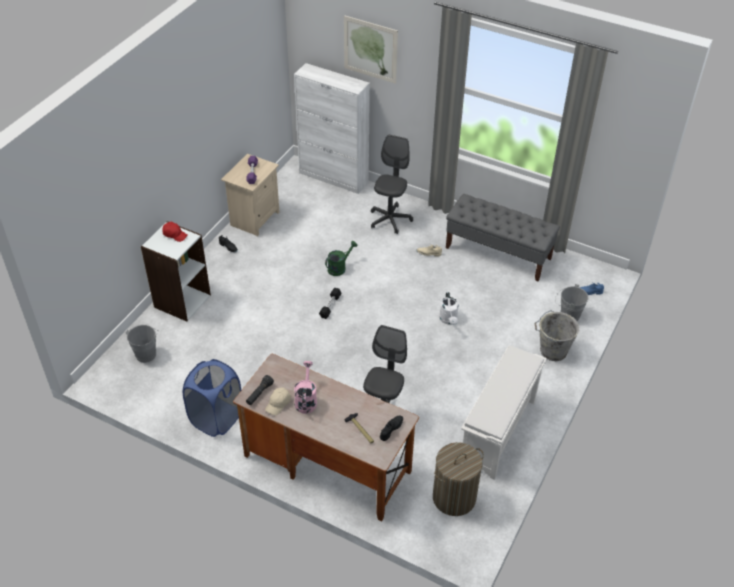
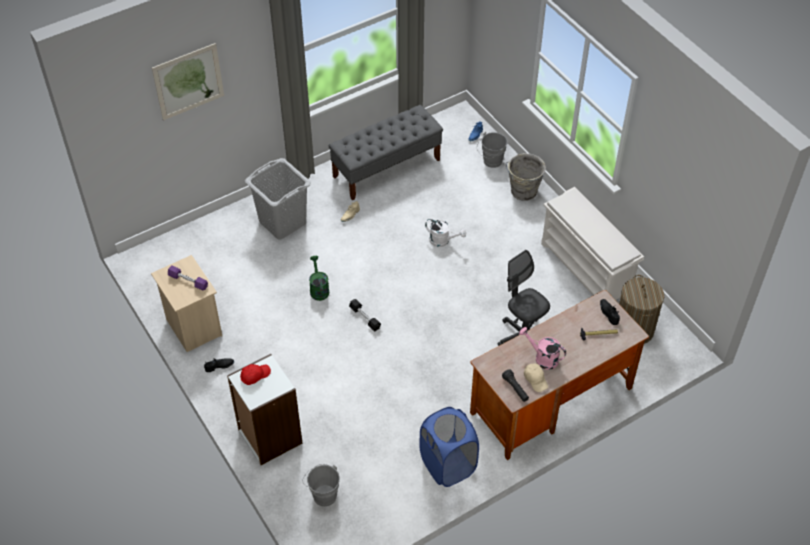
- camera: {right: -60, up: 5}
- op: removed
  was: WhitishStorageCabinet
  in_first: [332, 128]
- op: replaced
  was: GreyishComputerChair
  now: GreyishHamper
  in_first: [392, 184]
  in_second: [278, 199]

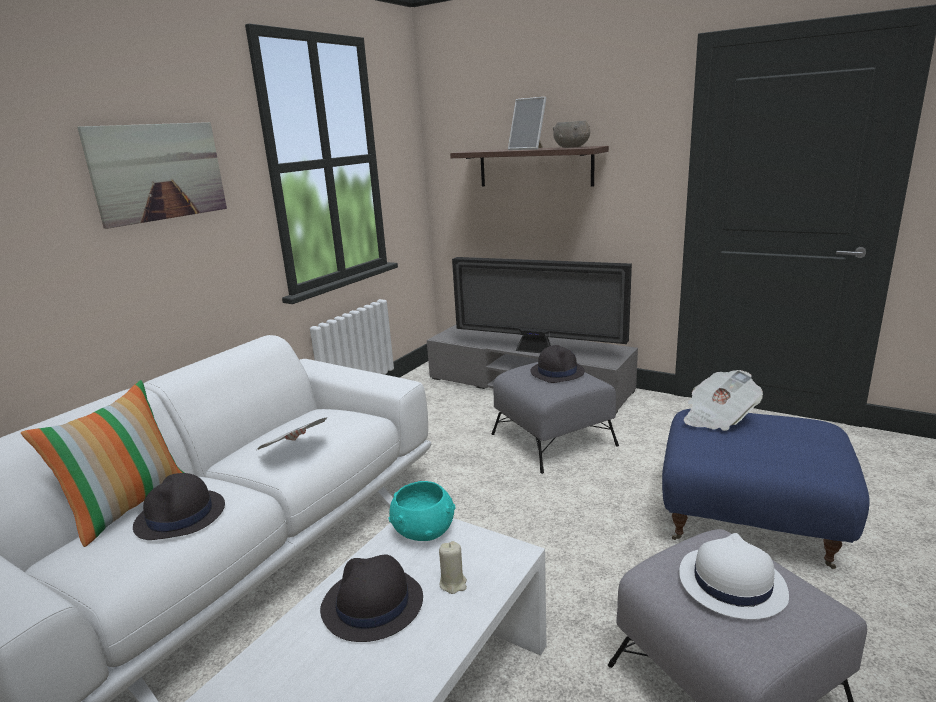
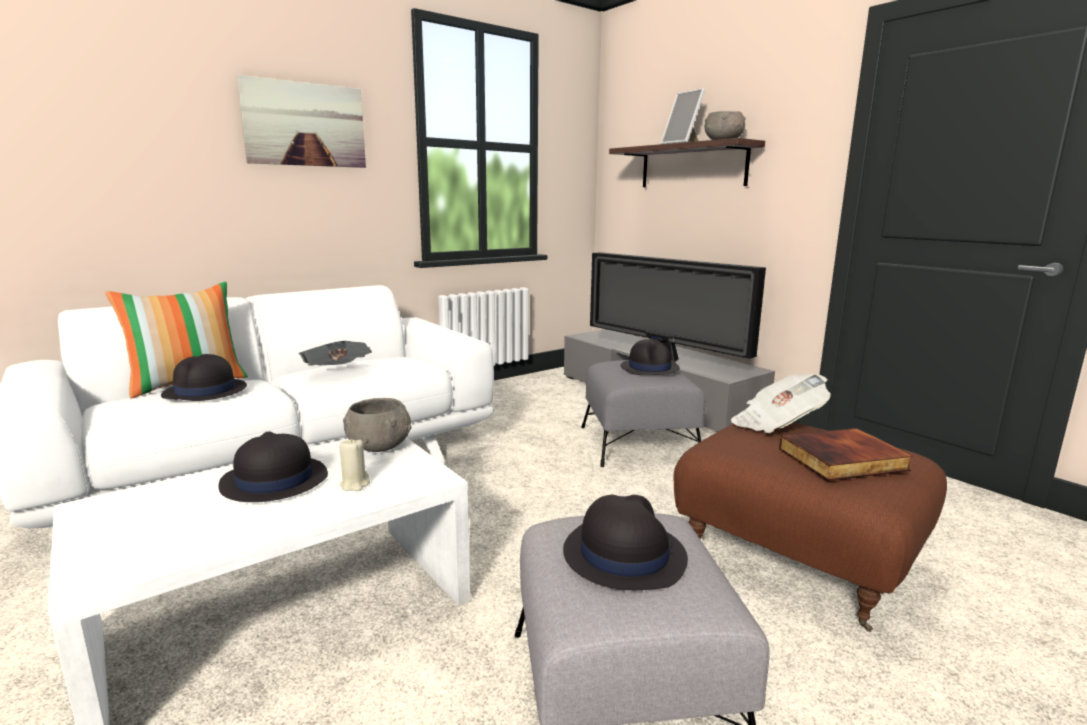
- camera: {right: 20, up: -5}
- op: recoloured
  was: BlueGreenServingBowl
  now: GreyishServingBowl
  in_first: [421, 511]
  in_second: [377, 425]
- op: recoloured
  was: BluishFootrest
  now: BrownishFootrest
  in_first: [766, 489]
  in_second: [810, 527]
- op: recoloured
  was: WhitishClothingHat
  now: BlackishClothingHat
  in_first: [734, 576]
  in_second: [625, 542]
- op: added
  now: BoundBook
  in_second: [846, 454]

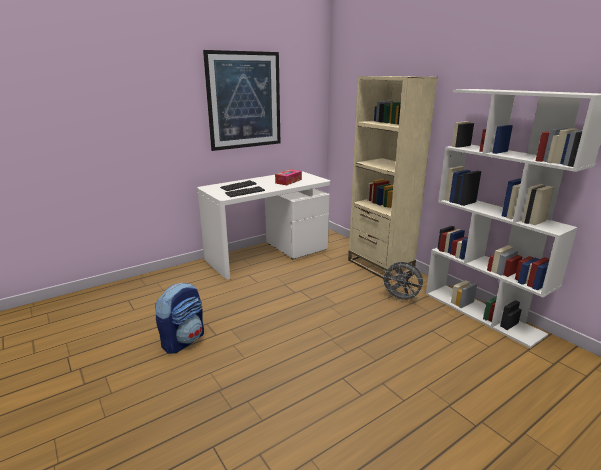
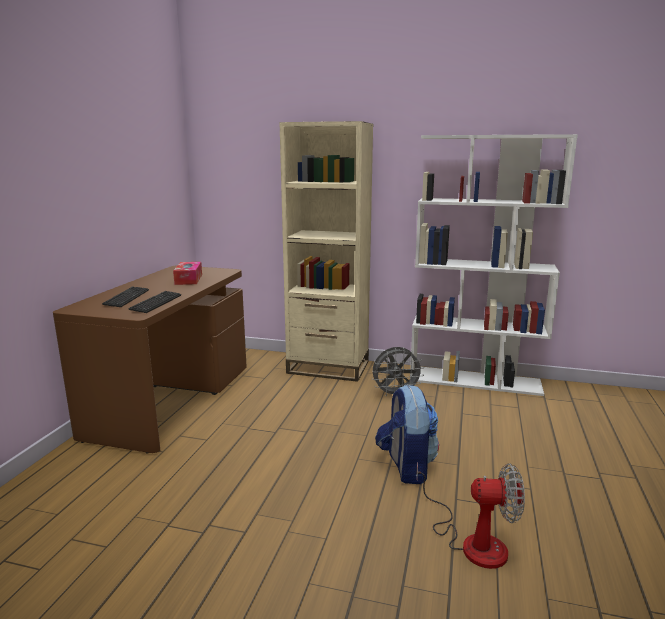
- camera: {right: -40, up: -5}
- op: moved
  was: Knapsack
  in_first: [179, 318]
  in_second: [407, 434]
- op: recoloured
  was: WhitishDeskTable
  now: BrownishDeskTable
  in_first: [263, 225]
  in_second: [150, 360]
- op: removed
  was: WallArt
  in_first: [241, 100]
- op: added
  now: Fan
  in_second: [470, 515]

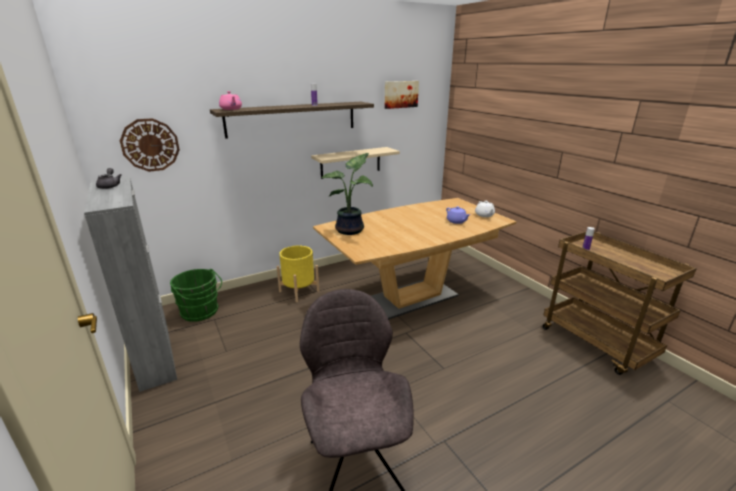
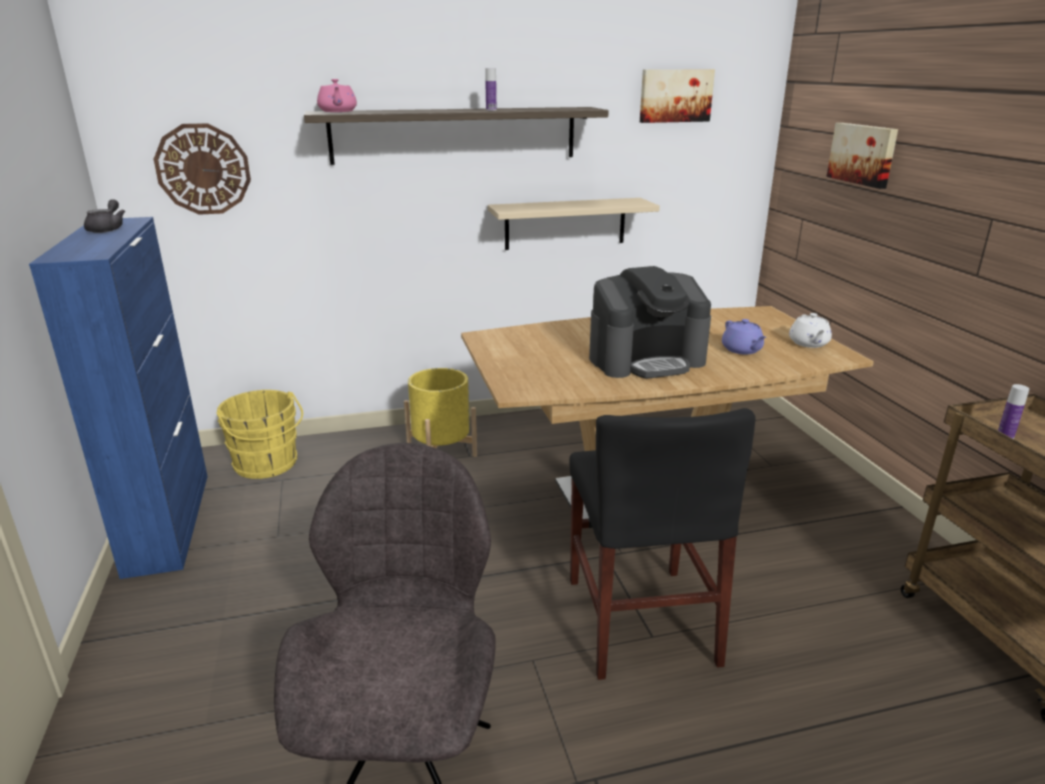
- camera: {right: 15, up: 0}
- op: recoloured
  was: GreyishStorageCabinet
  now: BluishStorageCabinet
  in_first: [130, 284]
  in_second: [118, 398]
- op: recoloured
  was: GreenishPail
  now: YellowPail
  in_first: [196, 295]
  in_second: [260, 434]
- op: removed
  was: PlantInAPot
  in_first: [347, 194]
- op: added
  now: BlackishChair
  in_second: [662, 544]
- op: added
  now: CoffeeMaker
  in_second: [650, 322]
- op: added
  now: WallArt
  in_second: [862, 156]

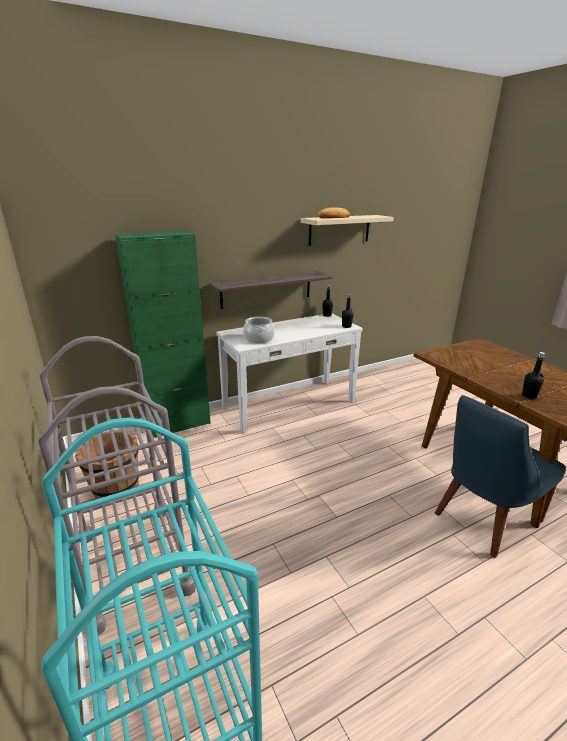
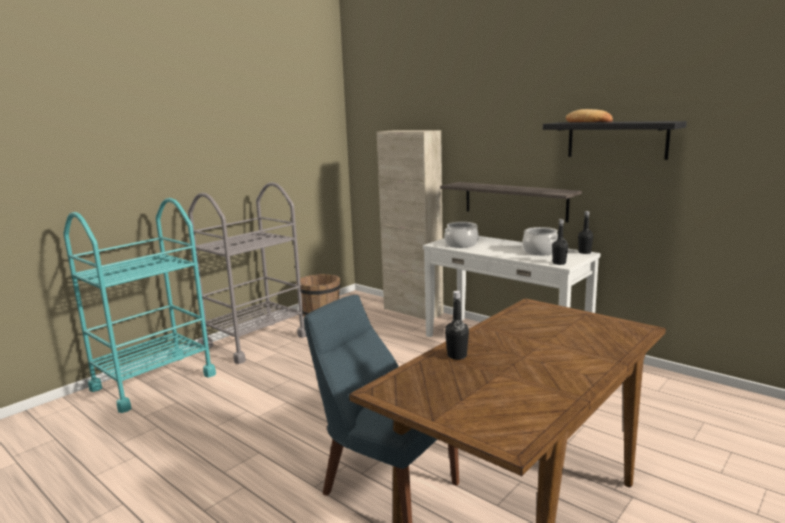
- camera: {right: 70, up: -10}
- op: recoloured
  was: GreenishStorageCabinet
  now: BeigeColouredStorageCabinet
  in_first: [163, 334]
  in_second: [410, 225]
- op: recoloured
  was: BeigeColouredBracketShelf
  now: BlackishBracketShelf
  in_first: [347, 230]
  in_second: [615, 140]
- op: added
  now: Saucepot
  in_second: [540, 241]

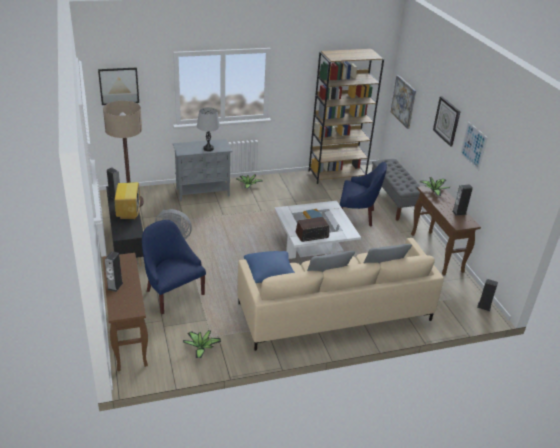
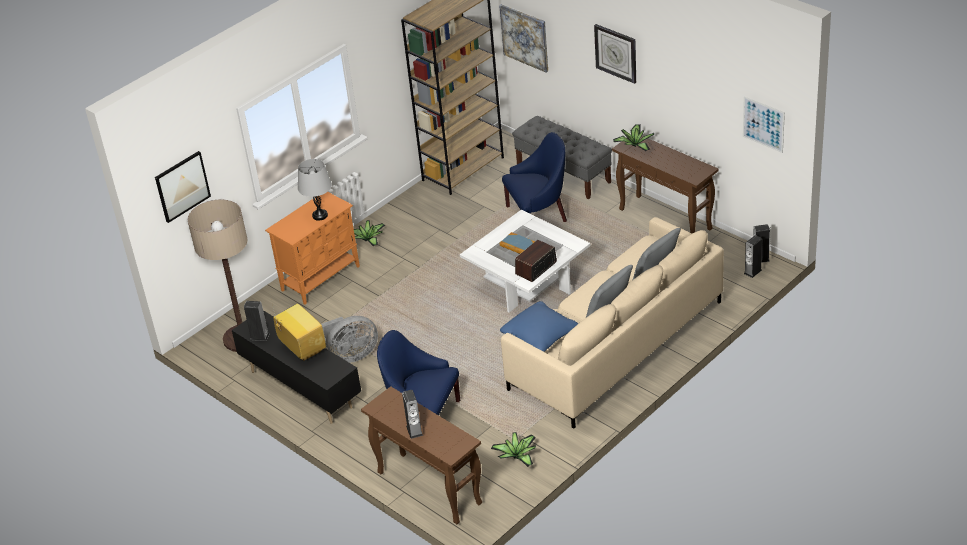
- camera: {right: -25, up: 5}
- op: recoloured
  was: GreyishStorageCabinet
  now: OrangeyStorageCabinet
  in_first: [202, 170]
  in_second: [312, 248]
- op: moved
  was: Loudspeaker
  in_first: [462, 200]
  in_second: [753, 256]
- op: moved
  was: WallArt
  in_first: [474, 146]
  in_second: [764, 125]

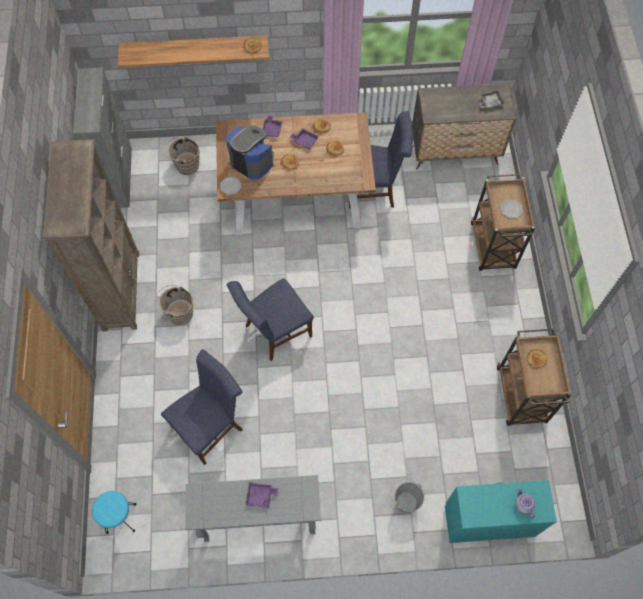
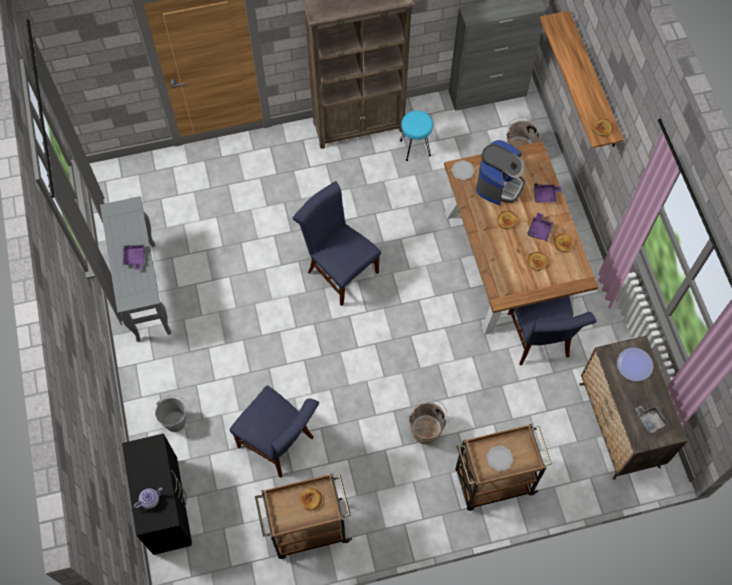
- camera: {right: 80, up: 0}
- op: moved
  was: BlueGreenSittingStool
  in_first: [114, 512]
  in_second: [416, 135]
- op: moved
  was: BrownishPail
  in_first: [175, 305]
  in_second: [428, 421]
- op: moved
  was: BluishChair
  in_first: [202, 407]
  in_second: [274, 431]
- op: recoloured
  was: BlueGreenDresser
  now: BlackishDresser
  in_first: [501, 511]
  in_second: [157, 494]
- op: added
  now: FlatDish
  in_second: [635, 364]

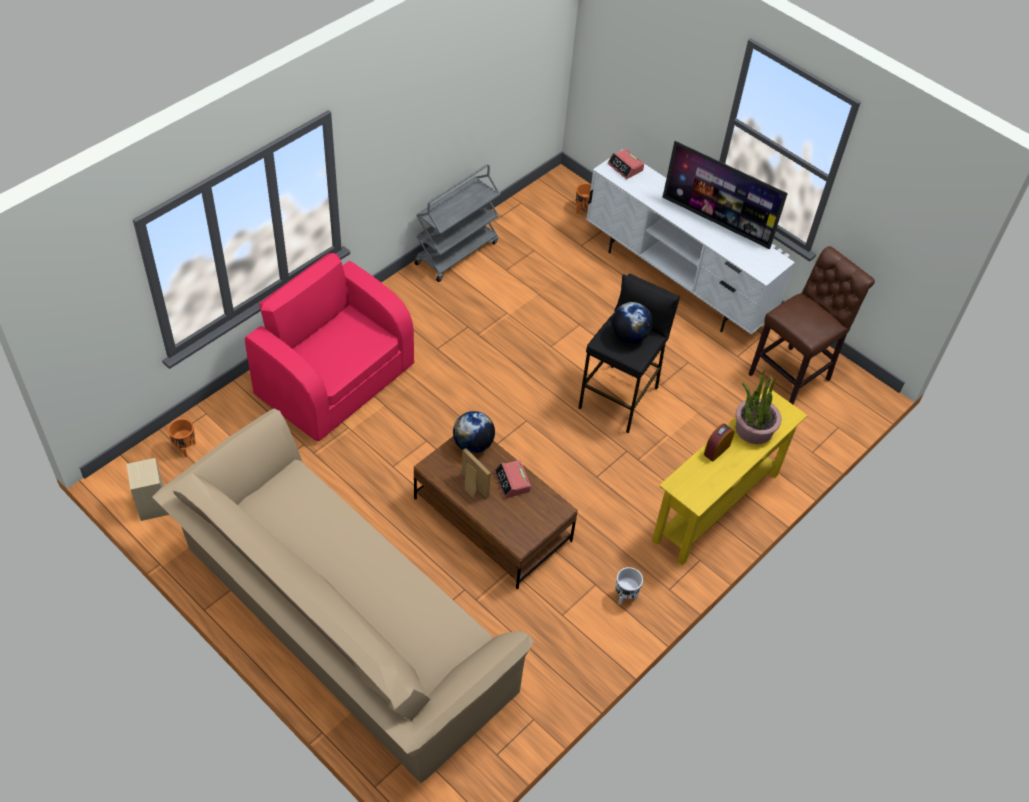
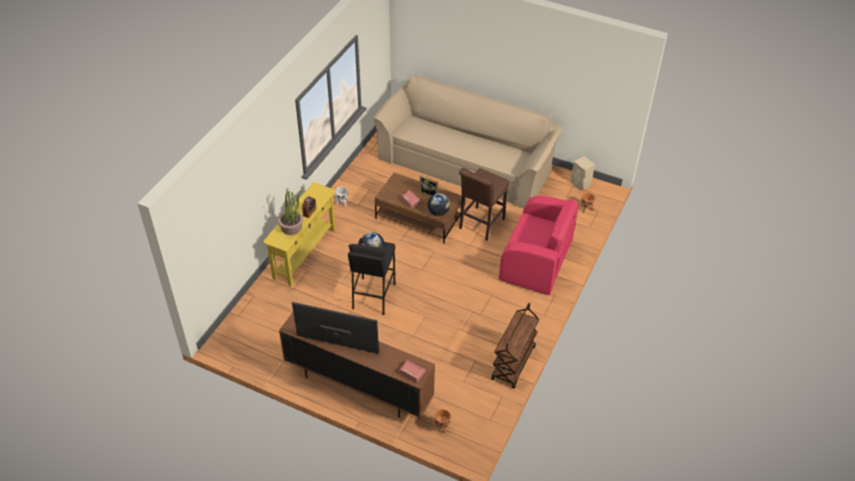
- camera: {right: 165, up: -5}
- op: recoloured
  was: GreyishCart
  now: BrownishCart
  in_first: [457, 223]
  in_second: [515, 345]
- op: recoloured
  was: WhitishMediaConsole
  now: BrownishMediaConsole
  in_first: [690, 242]
  in_second: [357, 365]
- op: moved
  was: BrownishSittingStool
  in_first: [811, 325]
  in_second: [484, 204]

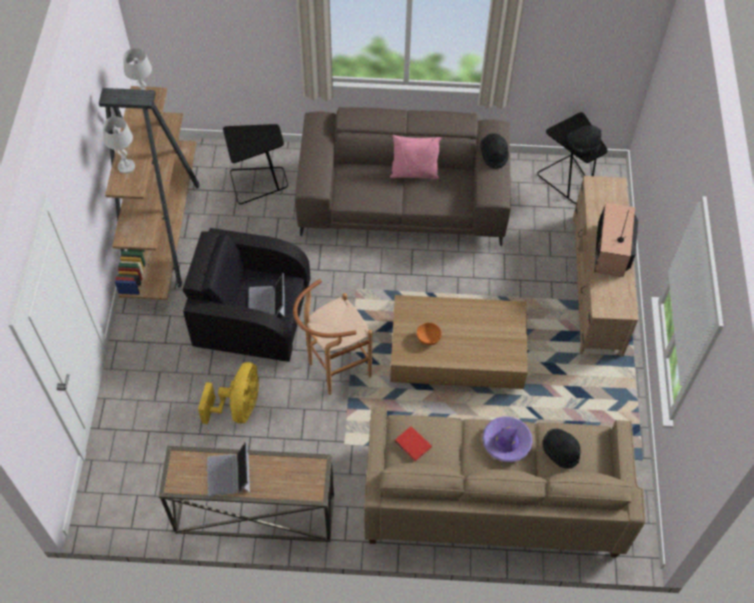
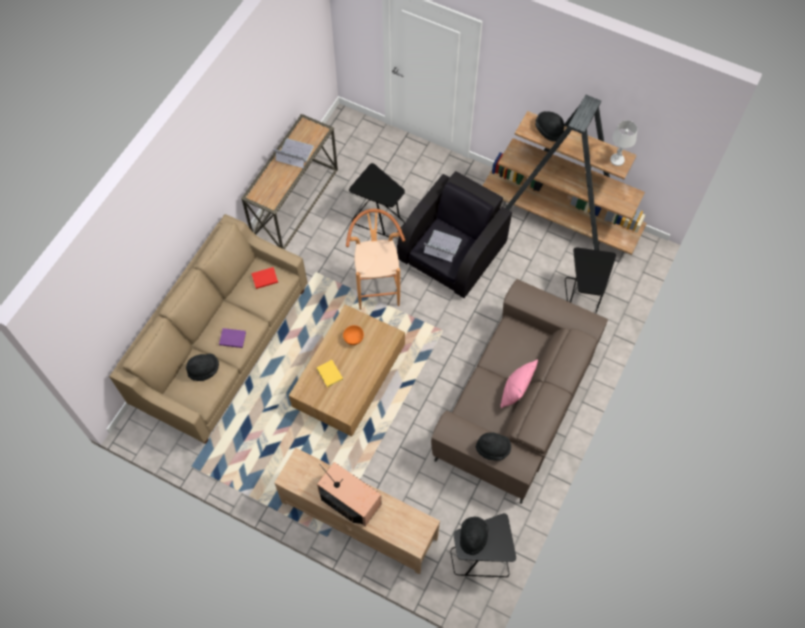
- camera: {right: 115, up: 5}
- op: replaced
  was: WhitishTabletopLamp
  now: BlackishClothingHat
  in_first: [119, 145]
  in_second: [549, 126]
- op: replaced
  was: YellowFan
  now: BlackishSideTable
  in_first: [228, 393]
  in_second: [377, 200]
- op: replaced
  was: PurpleColouredClothingHat
  now: PurpleColouredBoundBook
  in_first: [507, 439]
  in_second: [232, 338]
- op: added
  now: YellowBoundBook
  in_second: [330, 374]

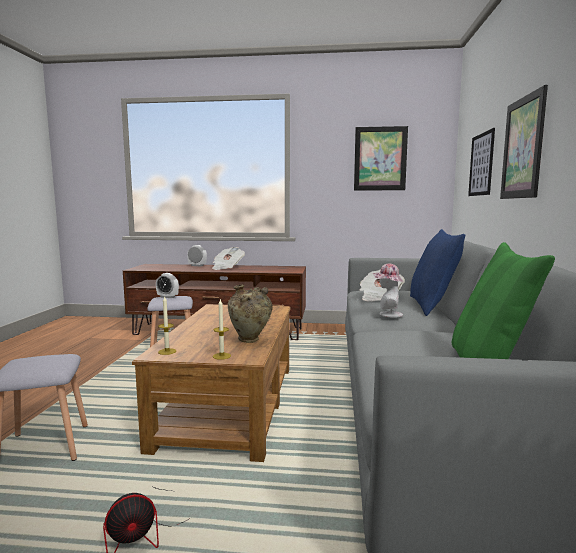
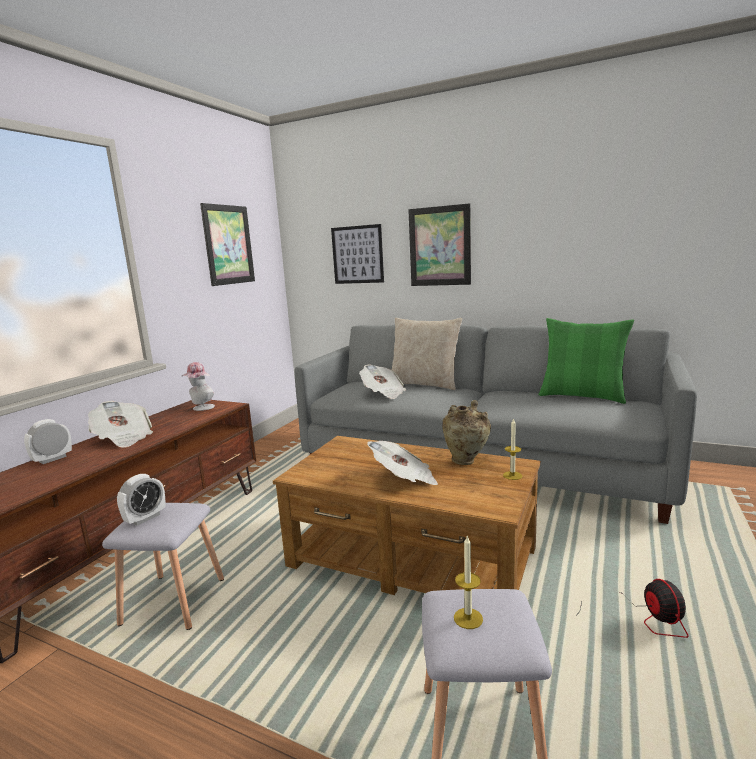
- camera: {right: -70, up: 5}
- op: moved
  was: Candle
  in_first: [167, 325]
  in_second: [468, 582]
- op: moved
  was: ClothingHat
  in_first: [388, 290]
  in_second: [198, 386]
- op: recoloured
  was: BluishThrowPillow
  now: BeigeColouredThrowPillow
  in_first: [437, 272]
  in_second: [426, 354]
- op: added
  now: Newspaper
  in_second: [402, 463]

